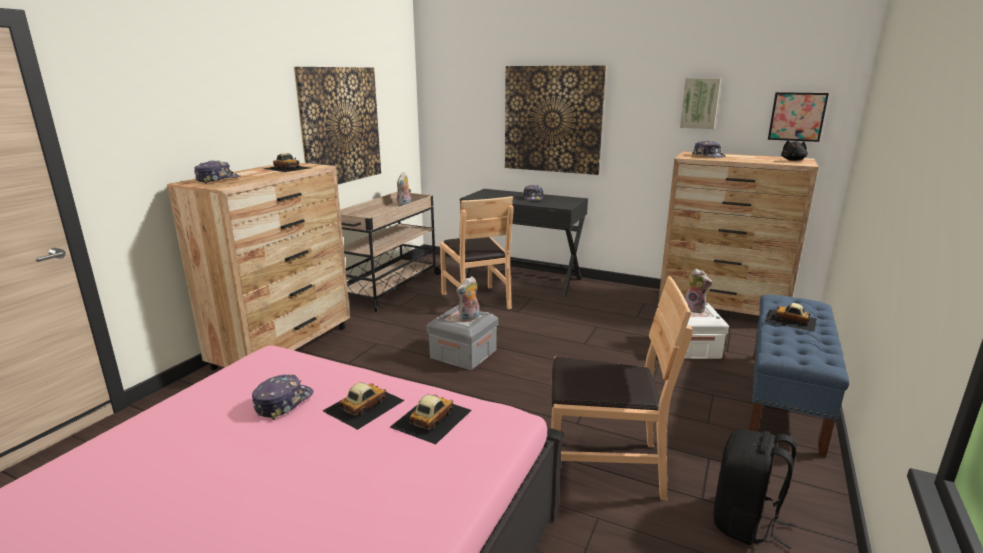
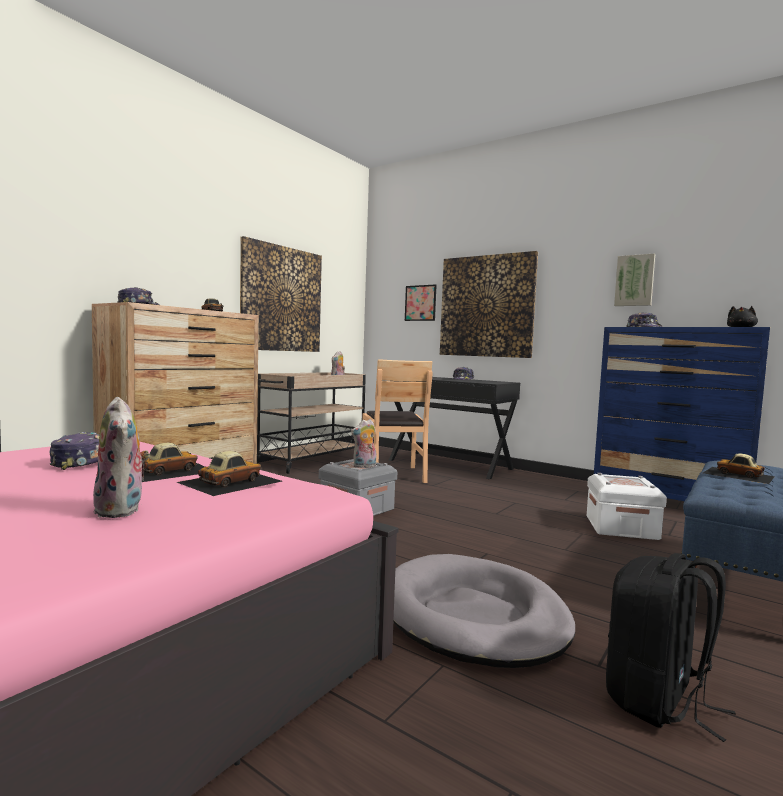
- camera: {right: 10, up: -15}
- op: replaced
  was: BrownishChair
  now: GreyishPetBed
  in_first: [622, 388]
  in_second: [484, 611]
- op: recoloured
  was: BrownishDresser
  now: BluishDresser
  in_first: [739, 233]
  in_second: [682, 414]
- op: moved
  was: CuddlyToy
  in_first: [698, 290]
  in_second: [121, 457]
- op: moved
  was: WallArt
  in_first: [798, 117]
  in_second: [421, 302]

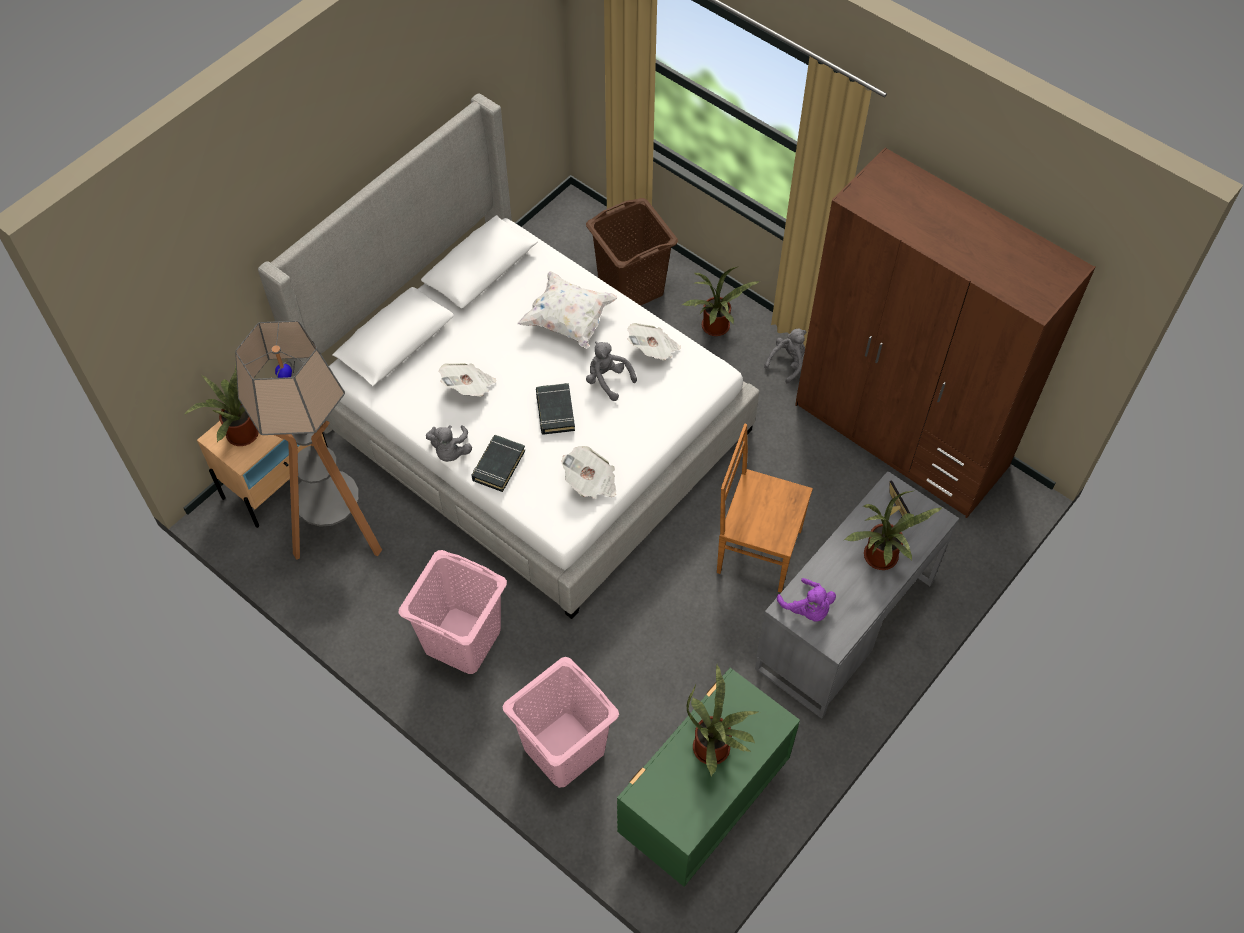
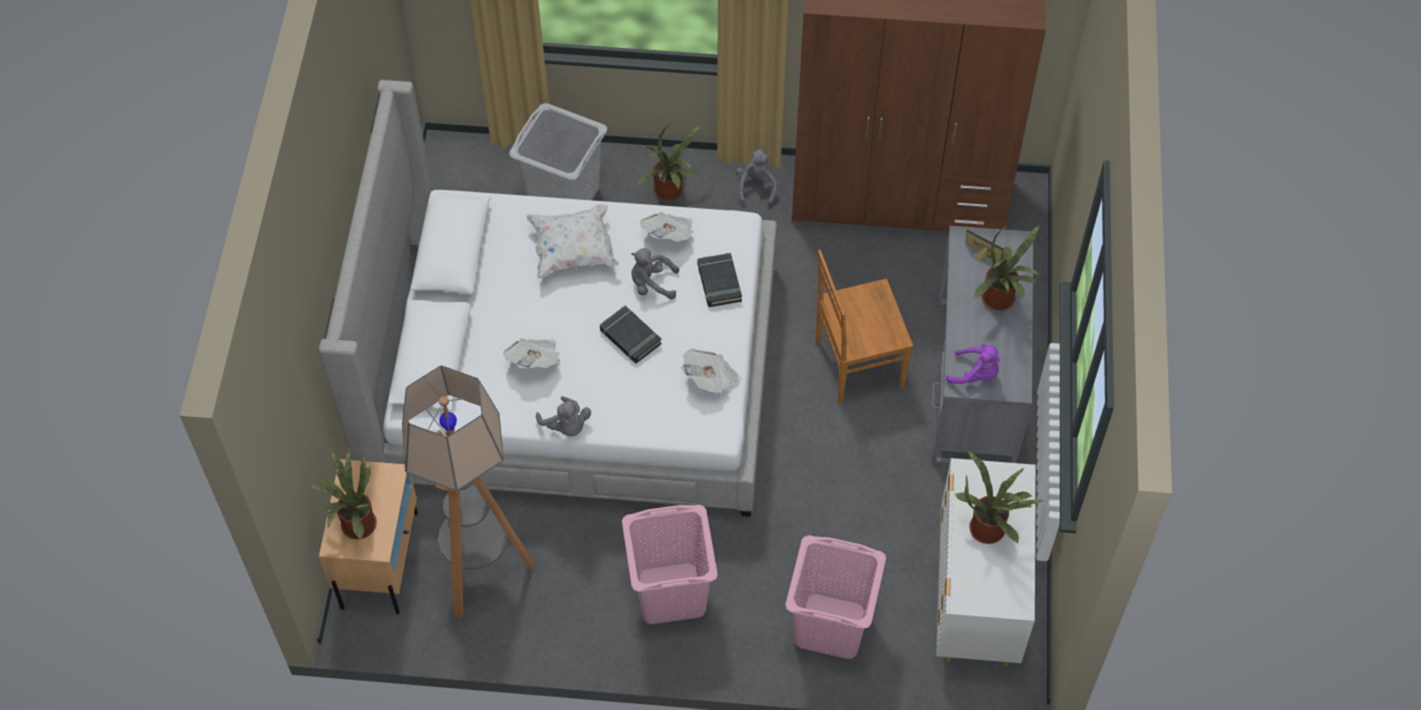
- camera: {right: -35, up: 0}
- op: moved
  was: BlackishBoundBook
  in_first: [498, 463]
  in_second: [719, 280]
- op: recoloured
  was: BrownishHamper
  now: GreyishHamper
  in_first: [632, 252]
  in_second: [558, 151]
- op: recoloured
  was: GreenishDresser
  now: WhitishDresser
  in_first: [708, 777]
  in_second: [986, 562]

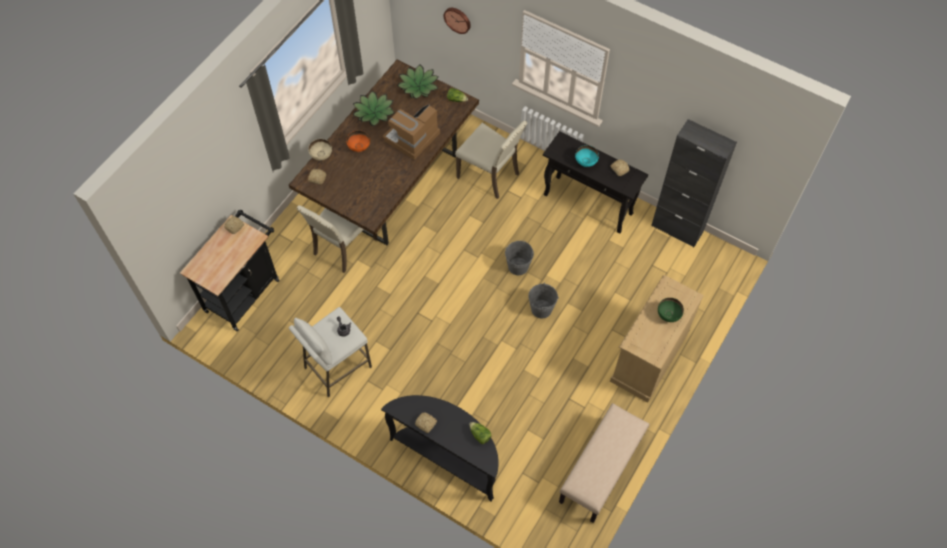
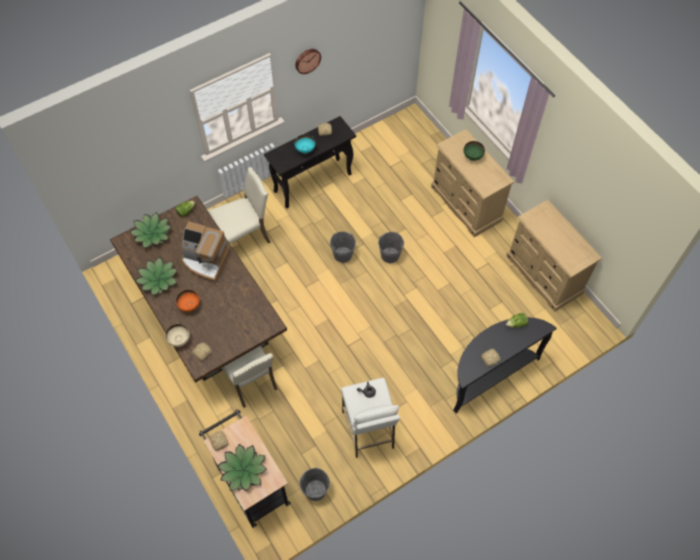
- camera: {right: -65, up: 0}
- op: turned
  was: CoffeeMaker
  in_first: [411, 132]
  in_second: [205, 251]
  clockwise: -45
- op: moved
  was: WallClock
  in_first: [457, 21]
  in_second: [308, 61]
- op: replaced
  was: BeigeColouredIndoorBench
  now: BeigeColouredDresser
  in_first: [604, 463]
  in_second: [554, 256]
- op: removed
  was: BlackishStorageCabinet
  in_first: [694, 183]
- op: added
  now: PlantInAPot
  in_second: [242, 467]
- op: added
  now: GreyishPail
  in_second: [314, 484]

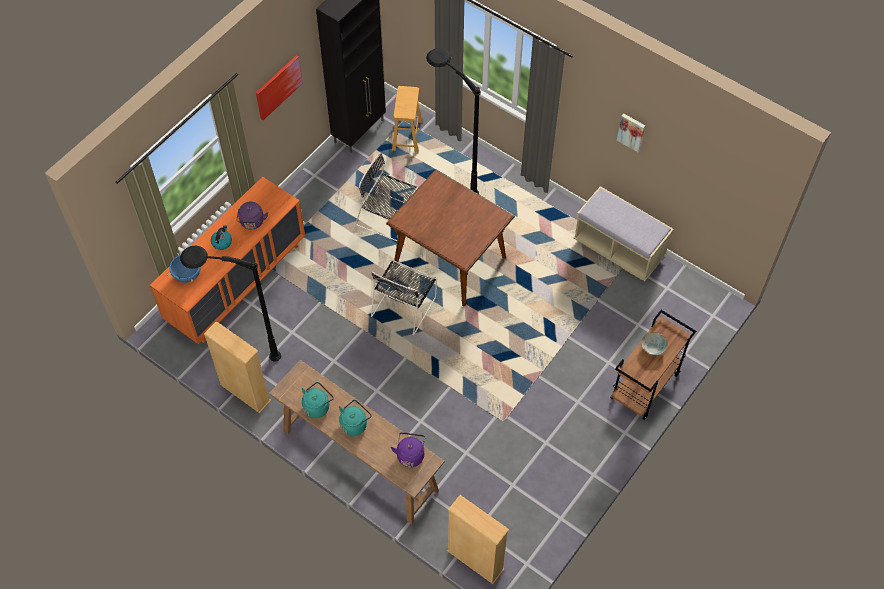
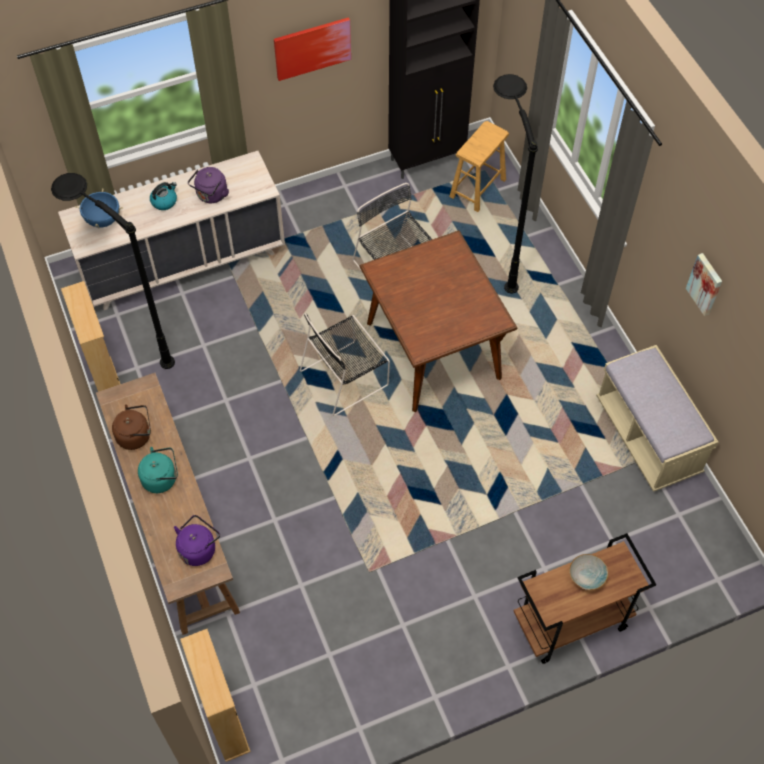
- camera: {right: 30, up: 0}
- op: recoloured
  was: OrangeyDresser
  now: BeigeColouredDresser
  in_first: [227, 260]
  in_second: [171, 230]
- op: recoloured
  was: BlueGreenKettle
  now: BrownishKettle
  in_first: [318, 400]
  in_second: [131, 427]

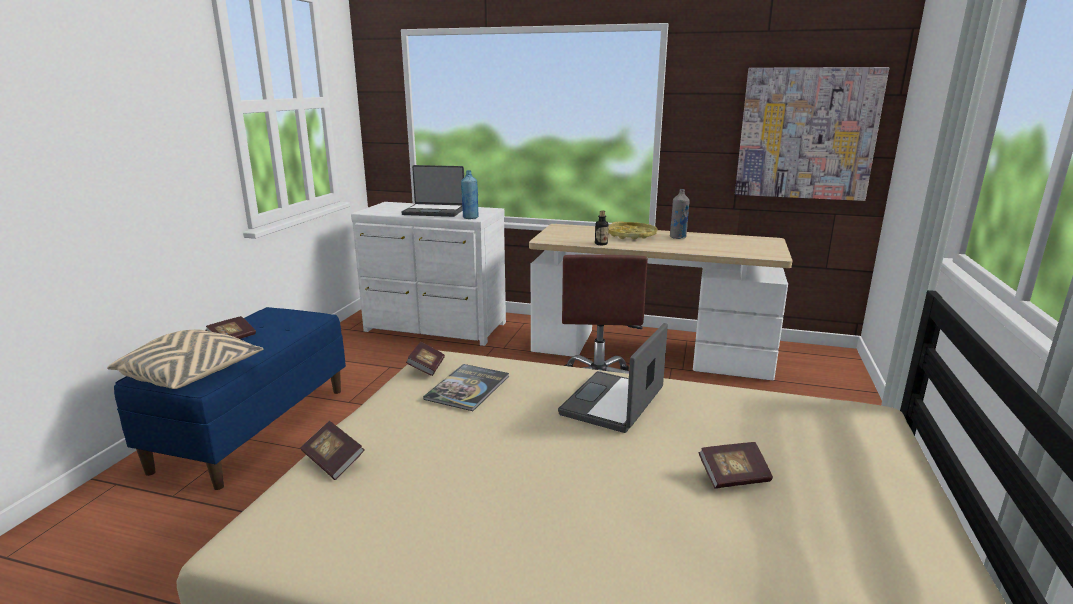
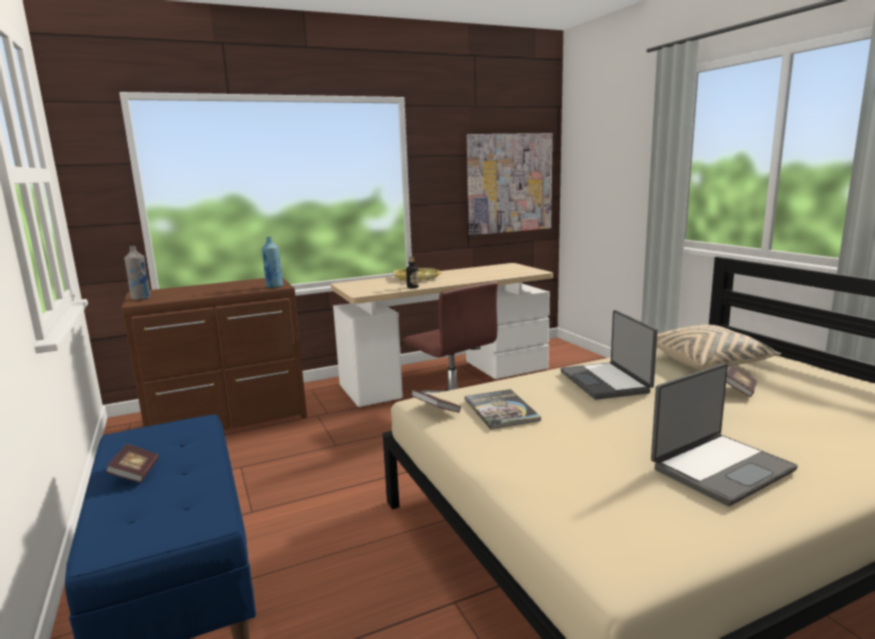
- camera: {right: -40, up: -5}
- op: moved
  was: BeigeColouredThrowPillow
  in_first: [185, 359]
  in_second: [719, 347]
- op: removed
  was: BoundBook
  in_first: [332, 450]
- op: recoloured
  was: WhitishDresser
  now: BrownishDresser
  in_first: [428, 274]
  in_second: [214, 353]
- op: moved
  was: NotebookComputer
  in_first: [432, 191]
  in_second: [724, 434]
- op: moved
  was: GreyishBeverageBottle
  in_first: [680, 214]
  in_second: [137, 273]

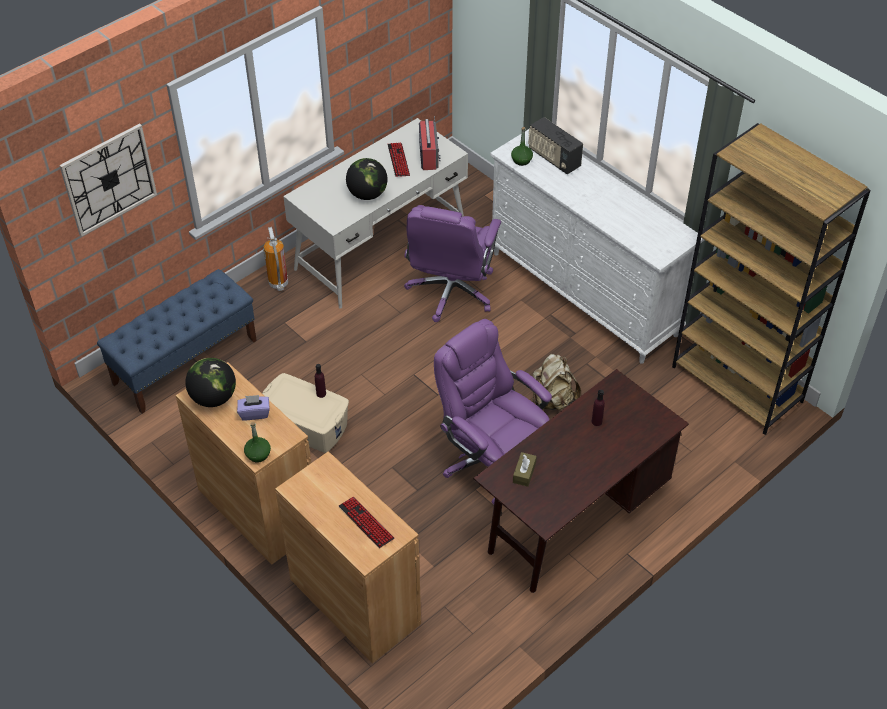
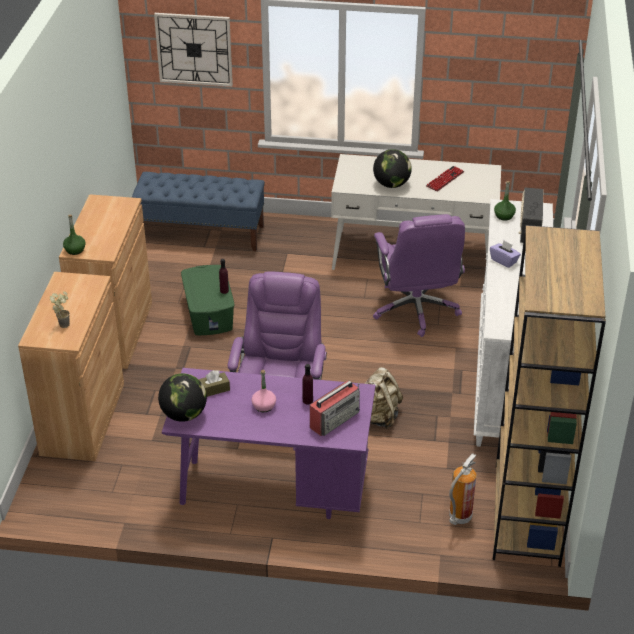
- camera: {right: 50, up: -10}
- op: moved
  was: DeskGlobe
  in_first: [210, 382]
  in_second: [182, 397]
- op: moved
  was: PurpleColouredTissueHolder
  in_first: [253, 408]
  in_second: [505, 254]
- op: recoloured
  was: BeigeColouredStorageBox
  now: GreenishStorageBox
  in_first: [305, 413]
  in_second: [208, 300]
- op: moved
  was: FireFightingCylinder
  in_first: [275, 259]
  in_second: [463, 489]
- op: replaced
  was: Keyboard
  now: PlantInAPot
  in_first: [366, 522]
  in_second: [60, 309]
- op: turned
  was: PurpleColouredComputerChair
  in_first: [452, 263]
  in_second: [419, 275]
  clockwise: -75
- op: moved
  was: RadioReceiver
  in_first: [430, 143]
  in_second: [335, 408]
- op: recoloured
  was: BrownishDeskTable
  now: PurpleColouredDeskTable
  in_first: [581, 481]
  in_second: [269, 443]
- op: added
  now: PinkishBeverageBottle
  in_second: [264, 391]

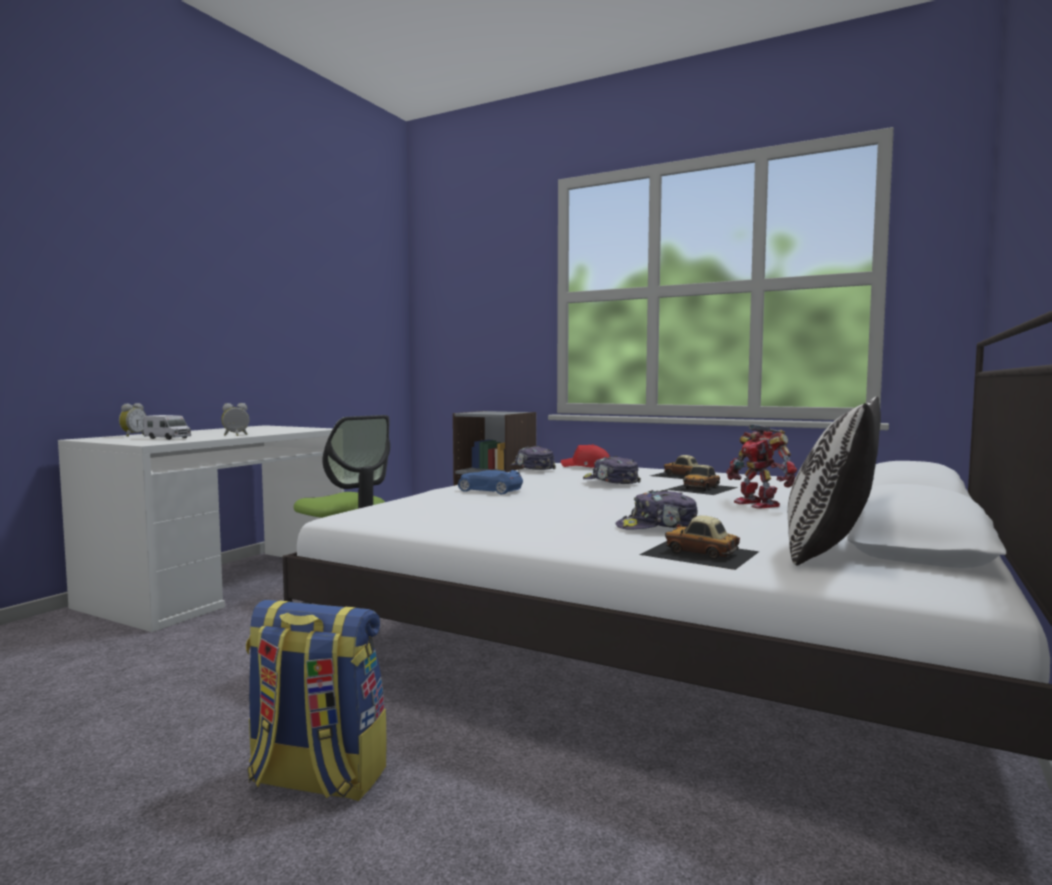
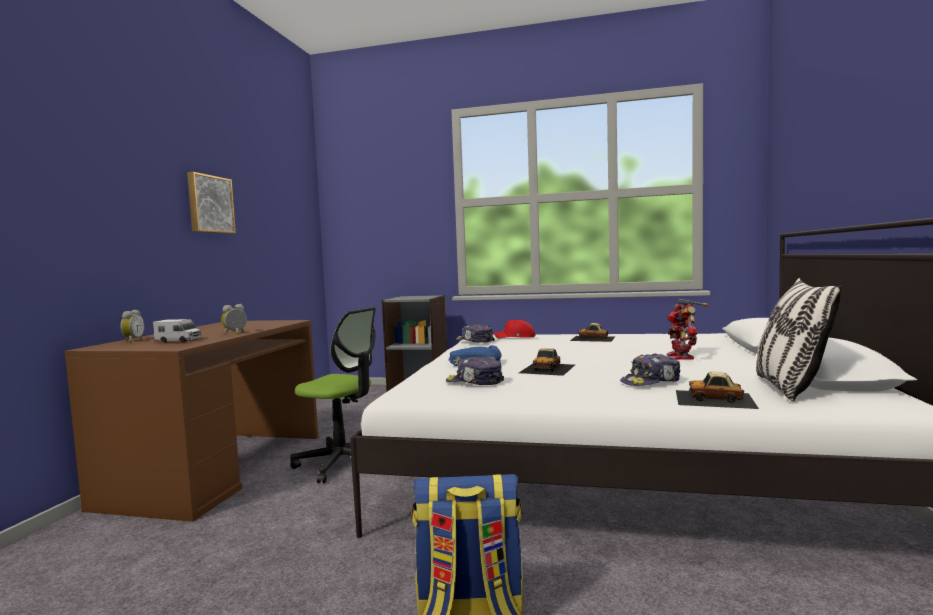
- camera: {right: -15, up: 0}
- op: recoloured
  was: WhitishDeskTable
  now: BrownishDeskTable
  in_first: [201, 528]
  in_second: [191, 421]
- op: moved
  was: Cap
  in_first: [612, 470]
  in_second: [475, 370]
- op: moved
  was: MiniatureCar
  in_first: [701, 480]
  in_second: [547, 362]
- op: turned
  was: ToyRobot
  in_first: [761, 466]
  in_second: [688, 329]
  clockwise: 45
- op: added
  now: WallArt
  in_second: [211, 203]

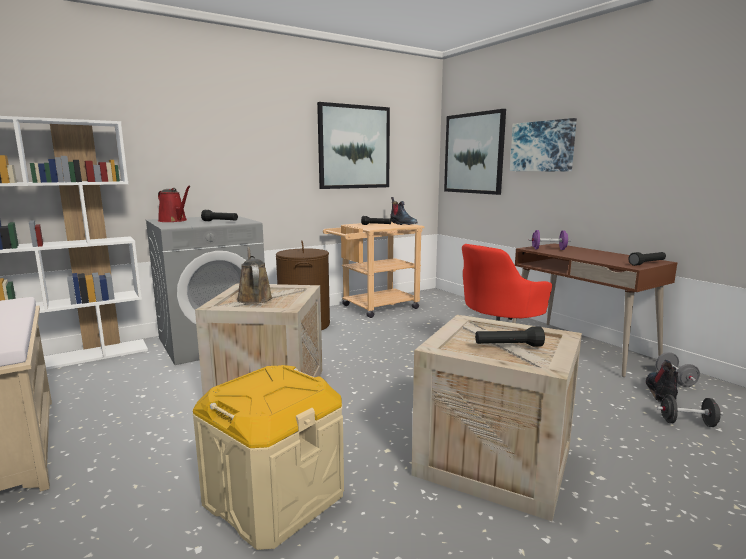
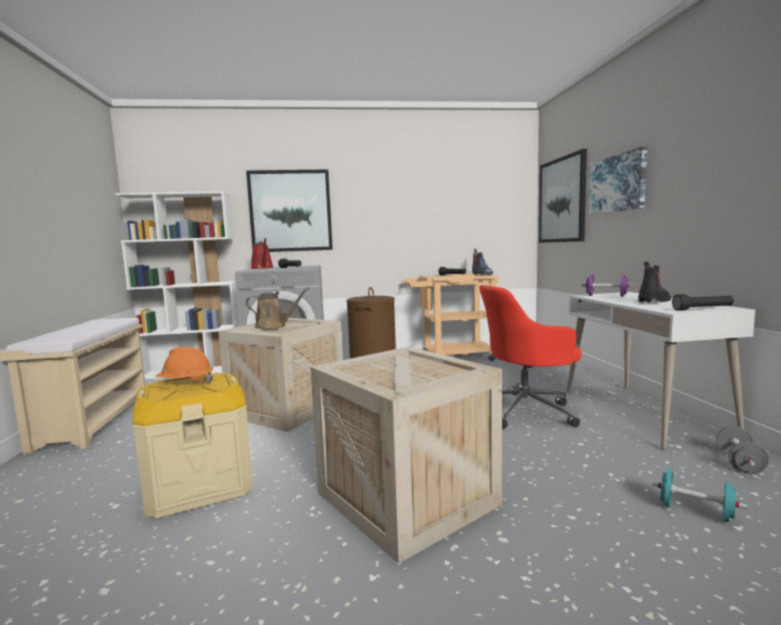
- camera: {right: 25, up: -5}
- op: turned
  was: BrownishWateringPot
  in_first: [255, 275]
  in_second: [278, 308]
  clockwise: 90
- op: moved
  was: WallArt
  in_first: [353, 145]
  in_second: [289, 210]
- op: removed
  was: BlackishTorch
  in_first: [510, 336]
- op: recoloured
  was: BrownishDeskTable
  now: WhitishDeskTable
  in_first: [595, 310]
  in_second: [661, 371]
- op: moved
  was: TallBoot
  in_first: [662, 381]
  in_second: [655, 282]
- op: recoloured
  was: BlackishFreeWeight
  now: BlueGreenFreeWeight
  in_first: [690, 411]
  in_second: [699, 496]
- op: added
  now: OrangeyHardHat
  in_second: [184, 365]

